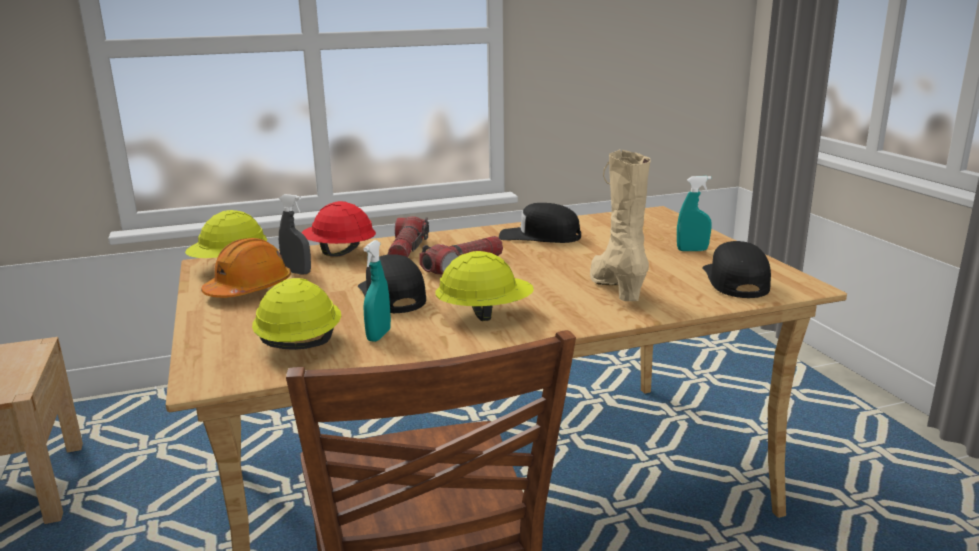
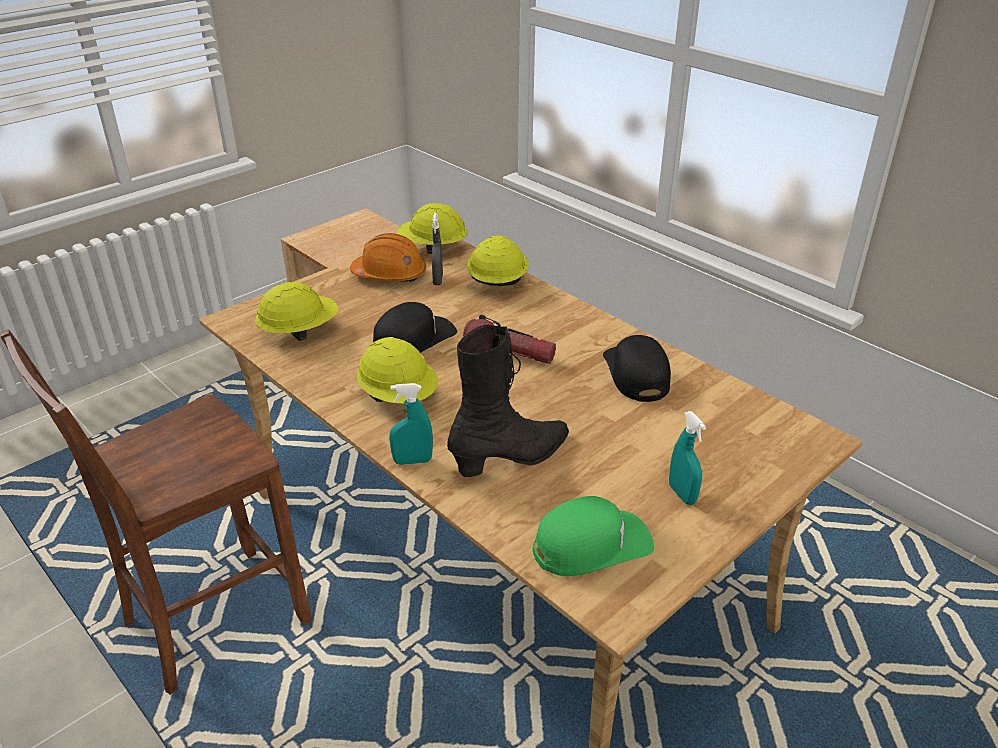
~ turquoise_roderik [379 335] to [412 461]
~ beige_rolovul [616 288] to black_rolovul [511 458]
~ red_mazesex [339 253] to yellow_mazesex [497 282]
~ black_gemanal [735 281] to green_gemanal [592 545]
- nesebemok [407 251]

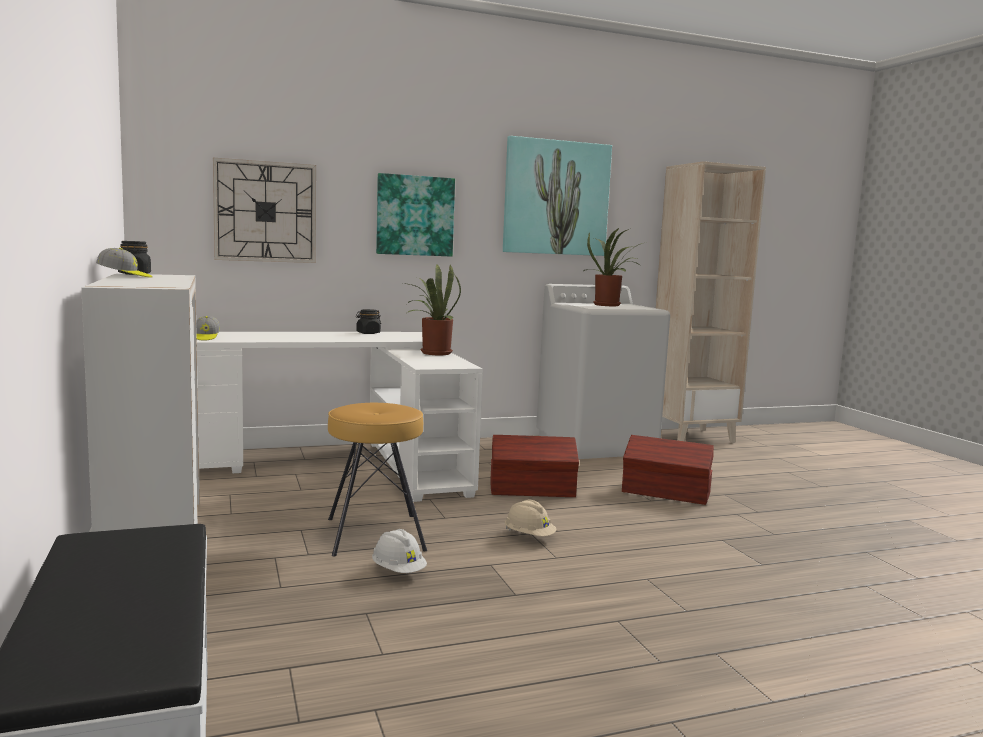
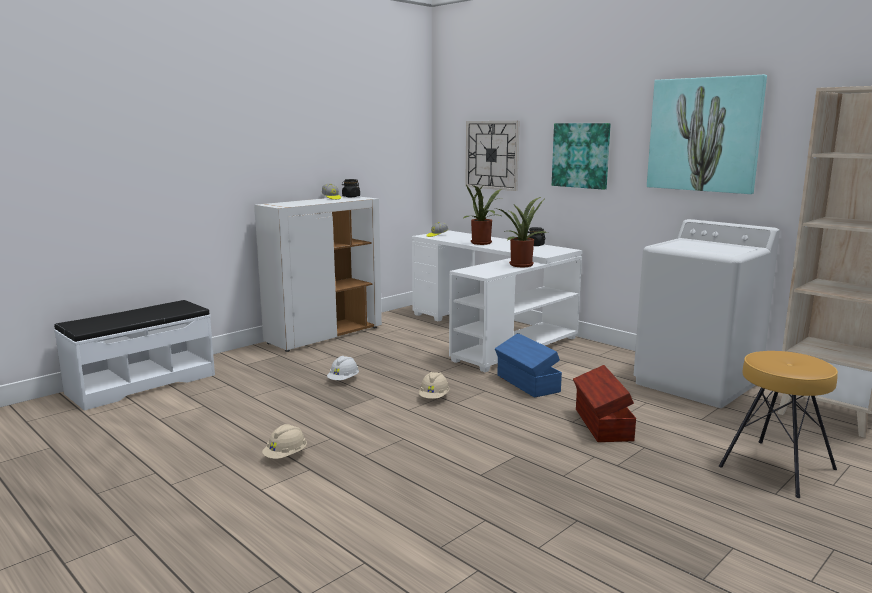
+ beige_mazesex [286 456]
~ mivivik [609 305] to [483 243]
~ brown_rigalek [533 490] to blue_rigalek [527 384]
~ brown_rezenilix [374 534] to [776 467]

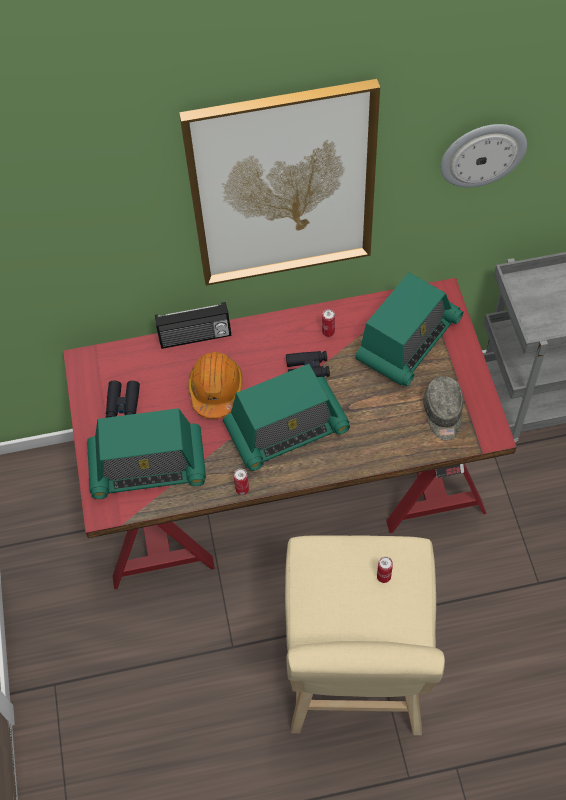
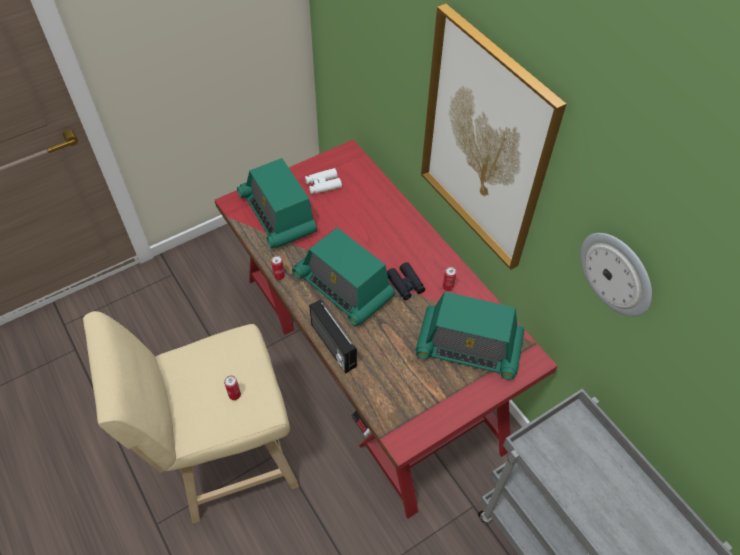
~ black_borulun [123 404] to white_borulun [323 185]
~ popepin [195 338] to [332 346]
- orange_mazesex [216 390]
- grey_gemanal [443 414]

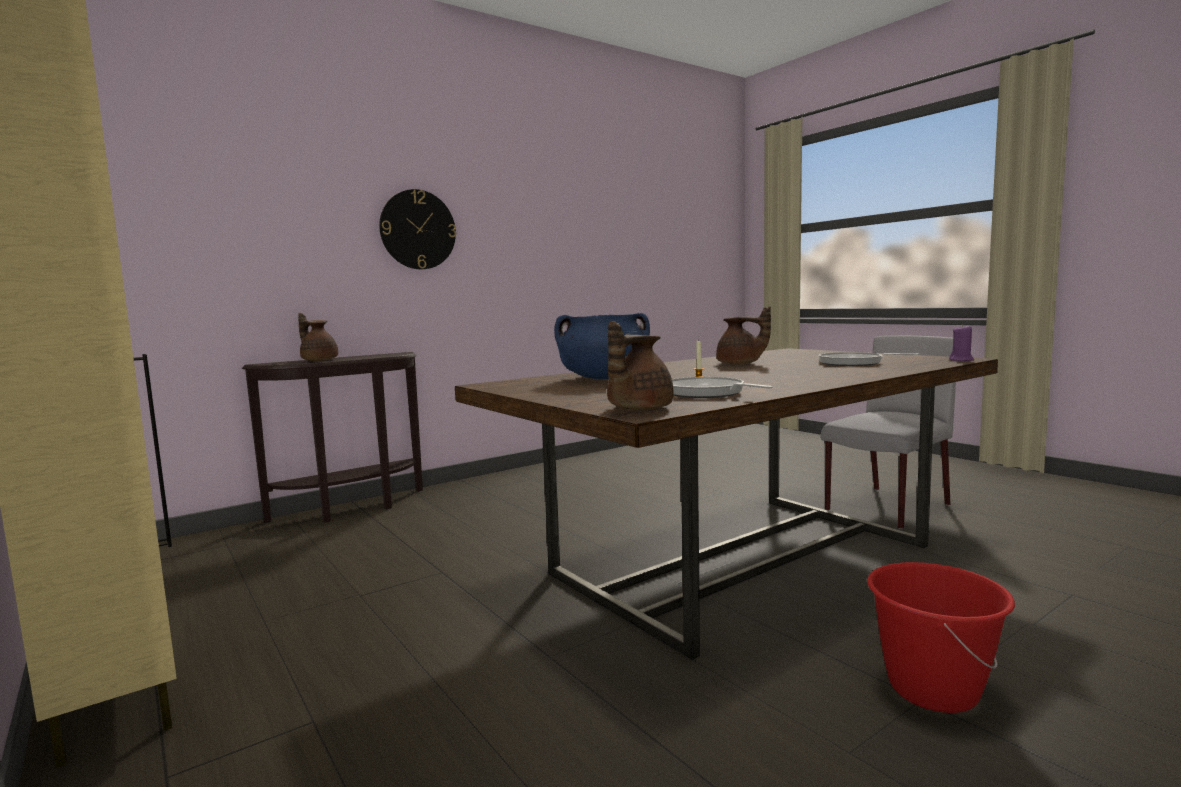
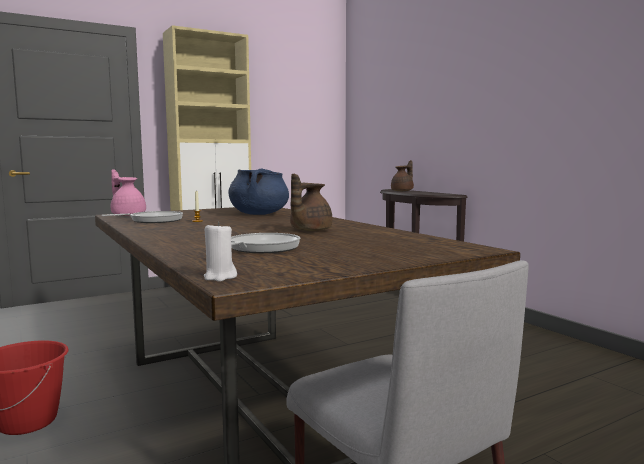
~ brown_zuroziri [637 409] to pink_zuroziri [128 215]
~ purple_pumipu [961 360] to white_pumipu [220 277]
- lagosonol [418 230]

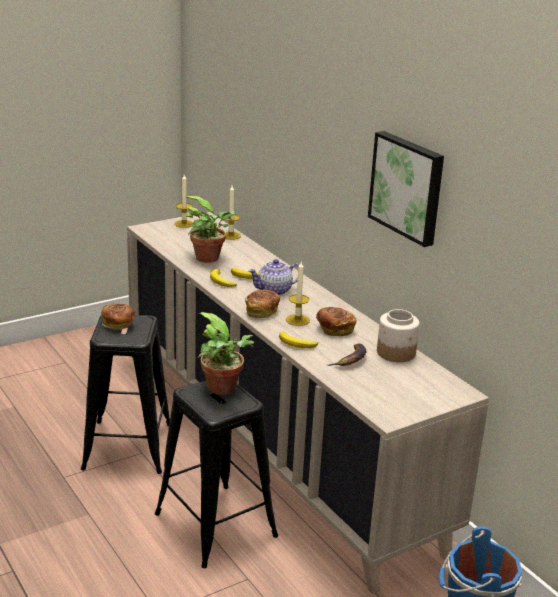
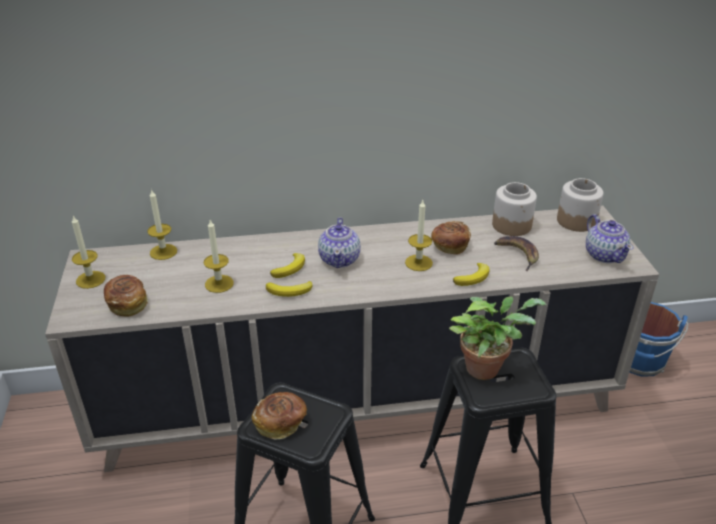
~ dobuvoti [262 312] to [127 304]
~ mivivik [210 258] to pumipu [219 284]
+ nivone [576 221]
+ zuroziri [604 255]
- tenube [408 187]

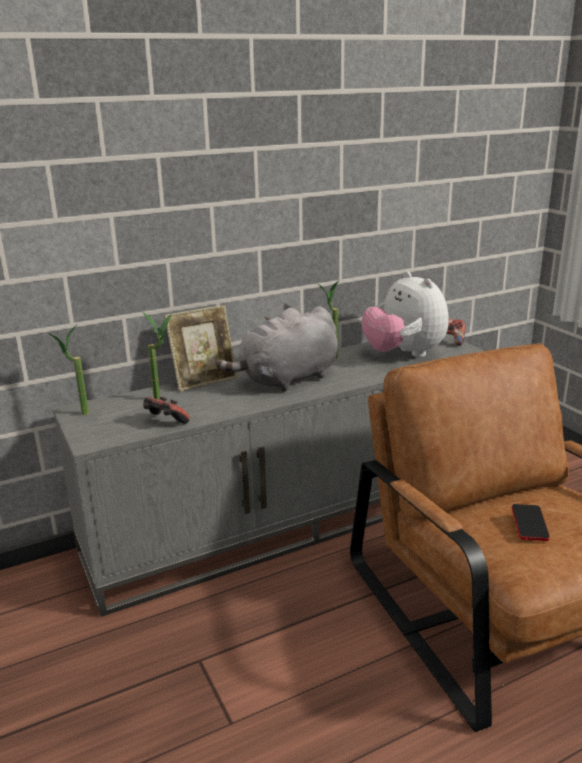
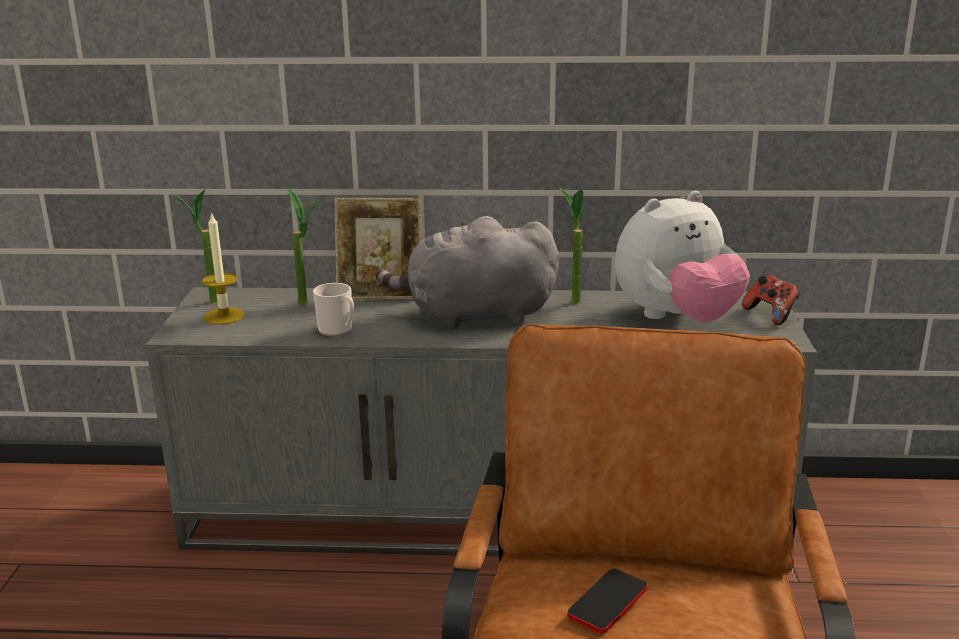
+ pumipu [224 316]
+ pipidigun [338 330]
~ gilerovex [403 354] = [677 319] 120 degrees counterclockwise
- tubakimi [165 422]

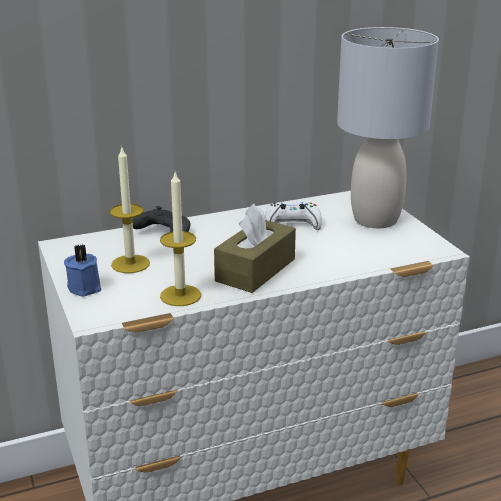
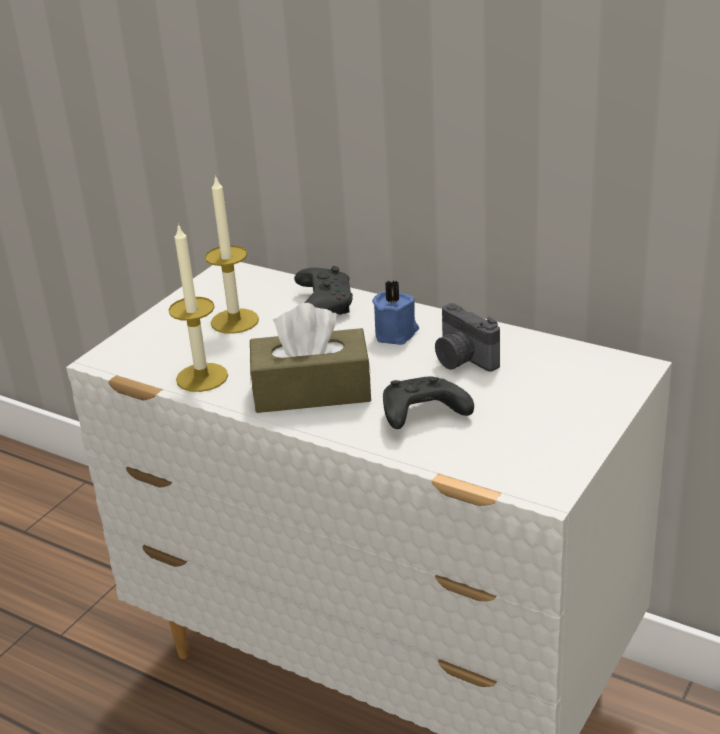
~ blue_pumipu [85 287] to [397 333]
+ black_tubakimi [421 415]
~ white_tubakimi [292 224] to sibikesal [462 360]
- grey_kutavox [376 220]

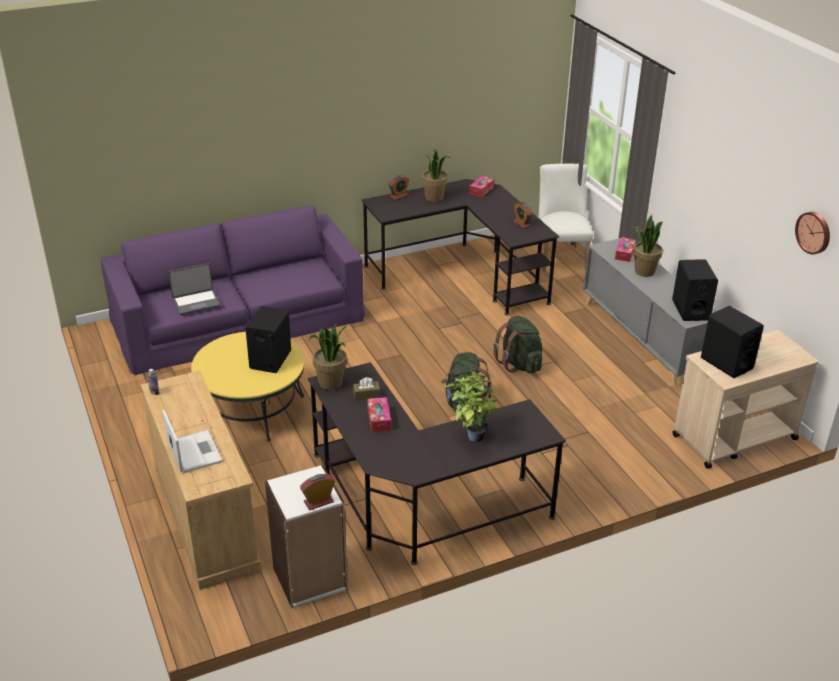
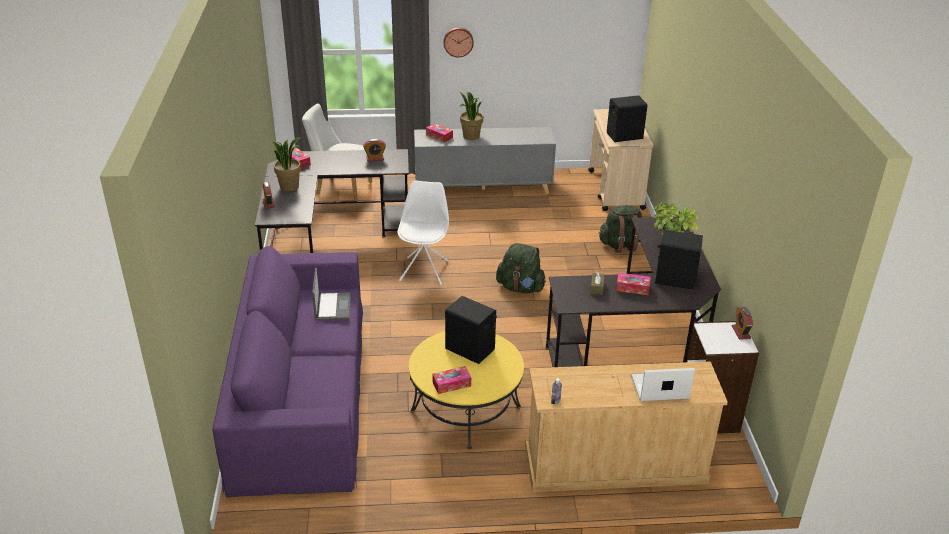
~ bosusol [196 302] to [332 307]
+ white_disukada [424 270]
+ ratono [451 384]
~ lagosonol [814 232] to [458 41]
~ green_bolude [519 364] to [621 245]
~ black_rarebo [690 310] to [675 279]
- mivivik [331 383]

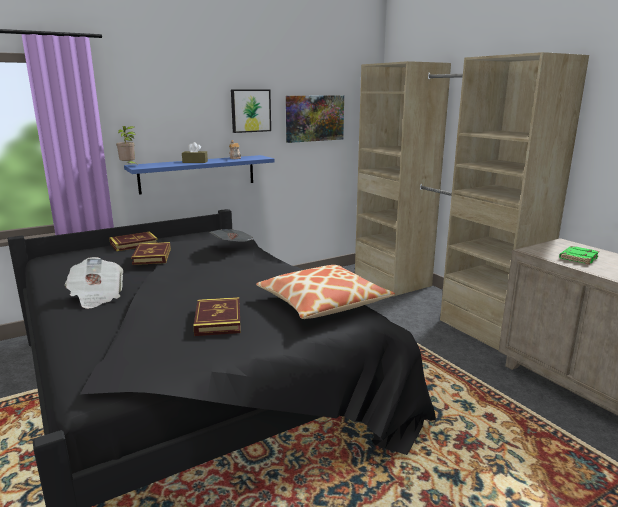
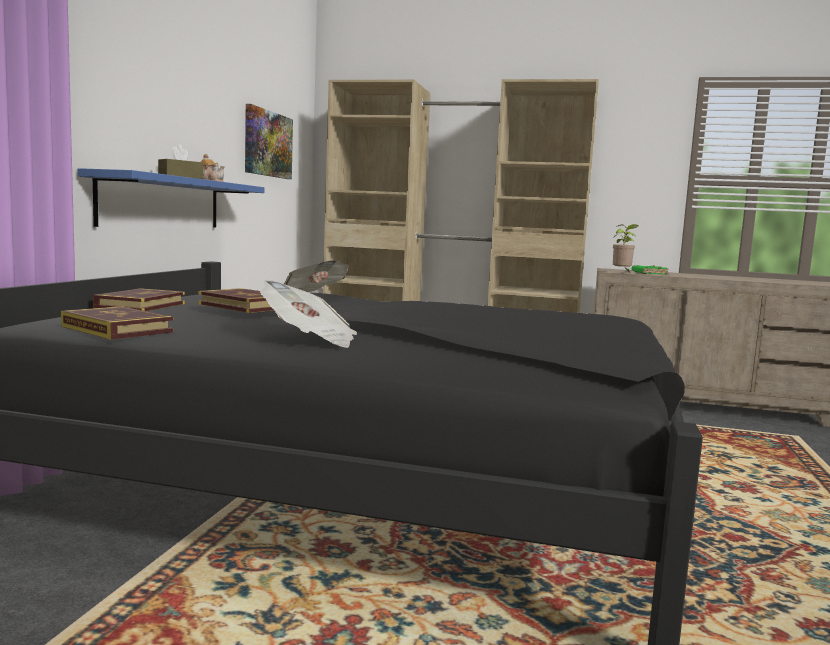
~ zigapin [218 320] to [117 329]
~ mivivik [129 166] to [622 273]
- tenube [250 110]
- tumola [323 303]

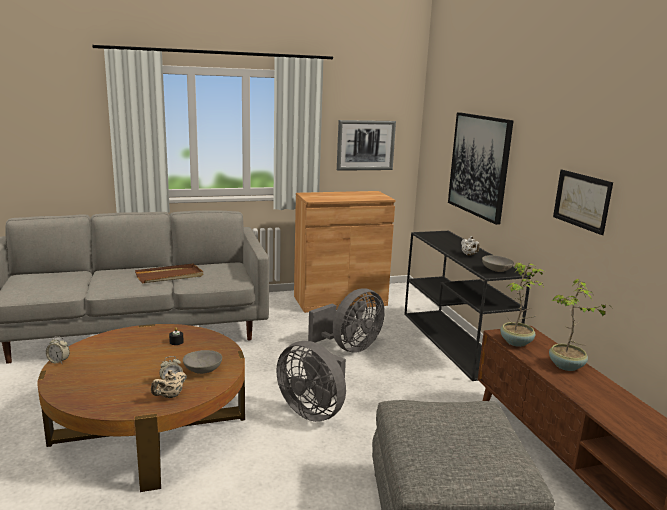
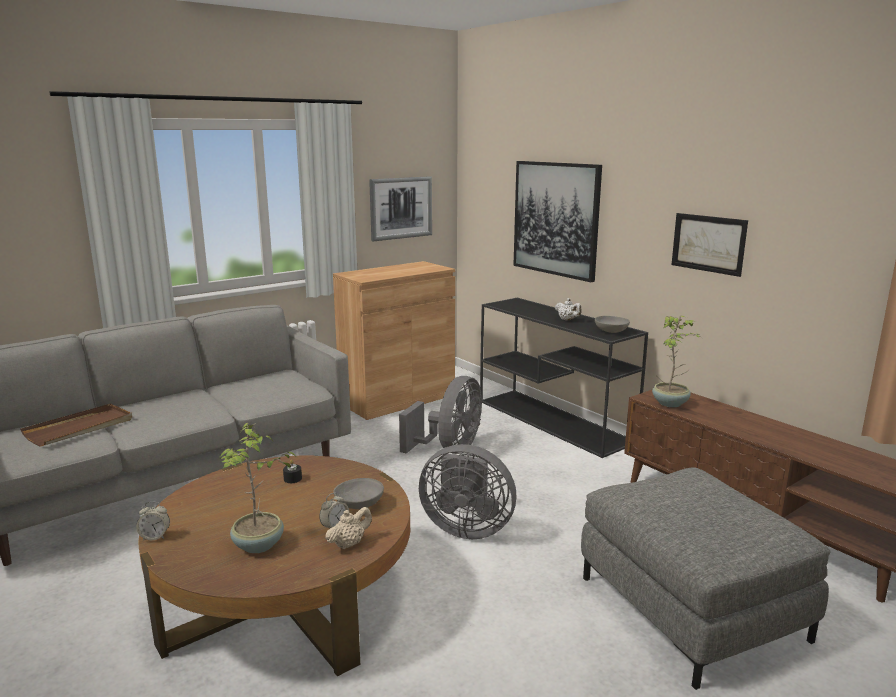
~ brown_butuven [170 276] to [80 428]
~ mivivik [566 366] to [258 545]
~ beige_zuroziri [170 396] = [349 544] 150 degrees counterclockwise

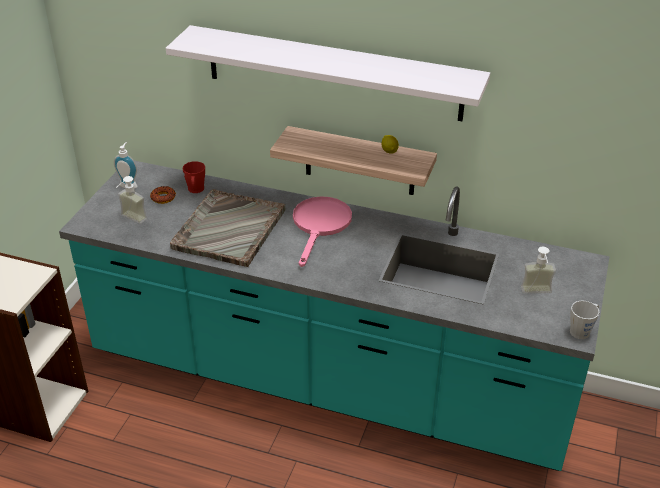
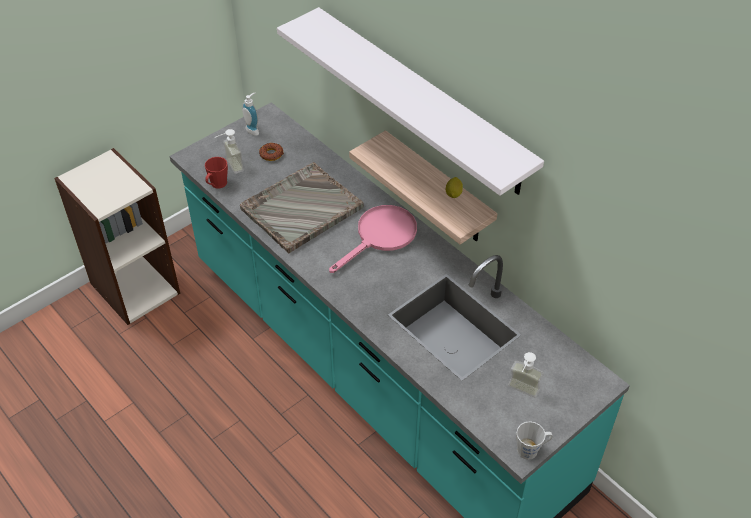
~ red_pipidigun [195 190] to [217 185]

